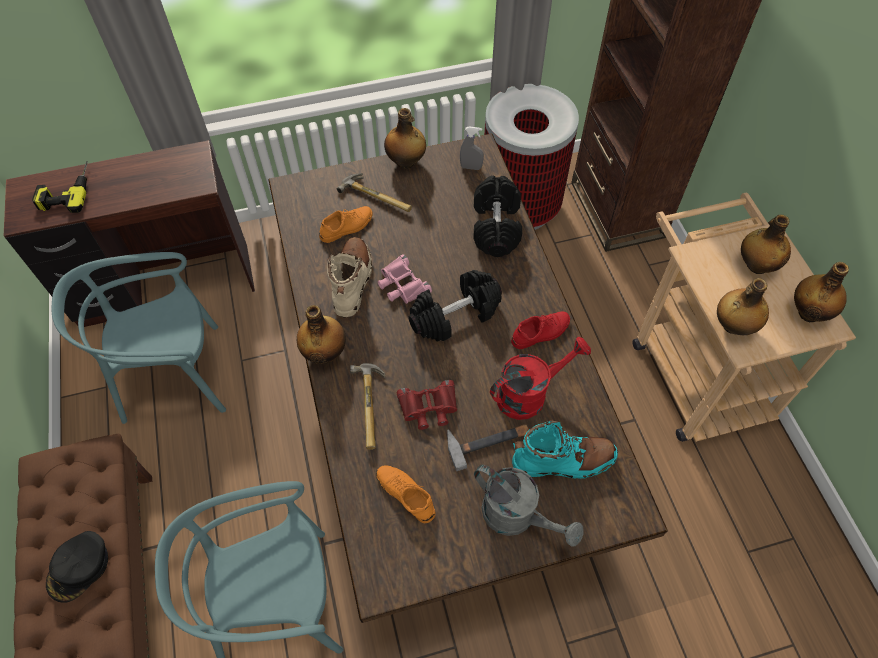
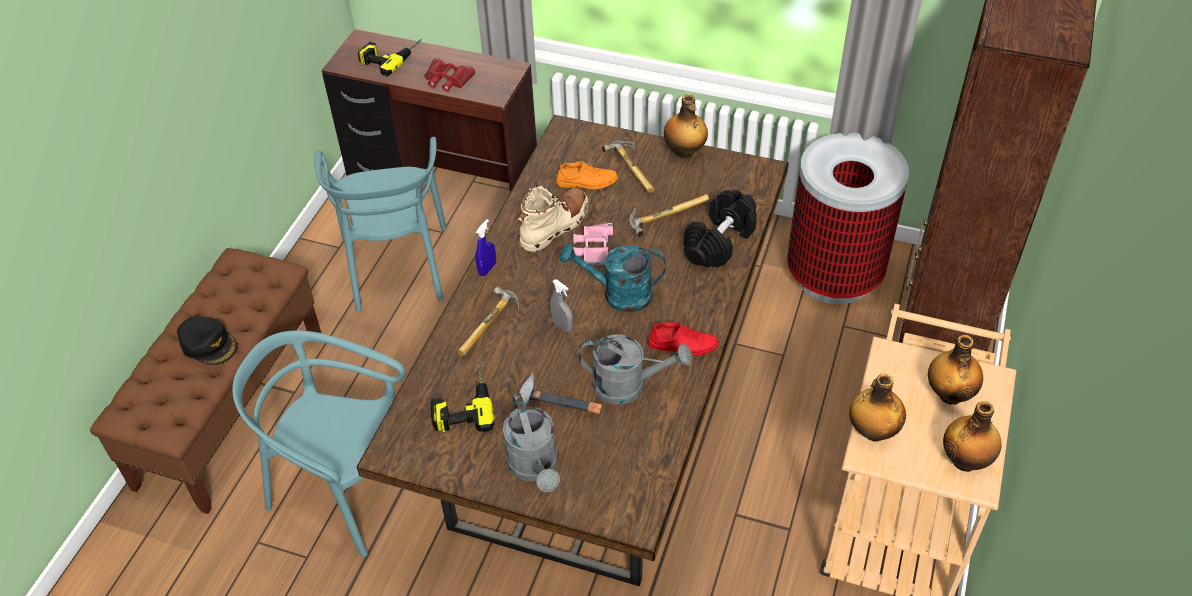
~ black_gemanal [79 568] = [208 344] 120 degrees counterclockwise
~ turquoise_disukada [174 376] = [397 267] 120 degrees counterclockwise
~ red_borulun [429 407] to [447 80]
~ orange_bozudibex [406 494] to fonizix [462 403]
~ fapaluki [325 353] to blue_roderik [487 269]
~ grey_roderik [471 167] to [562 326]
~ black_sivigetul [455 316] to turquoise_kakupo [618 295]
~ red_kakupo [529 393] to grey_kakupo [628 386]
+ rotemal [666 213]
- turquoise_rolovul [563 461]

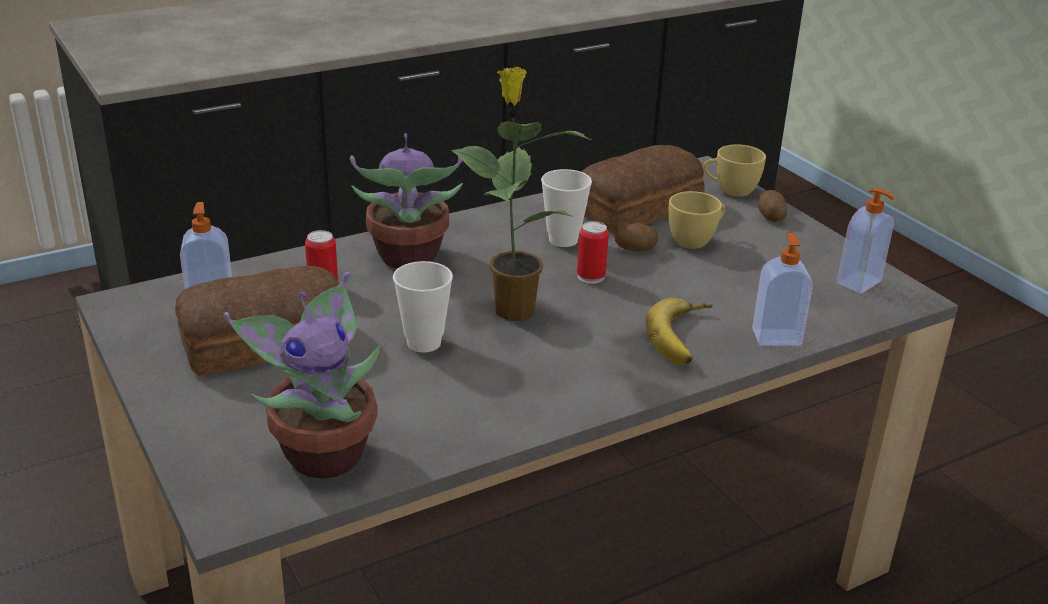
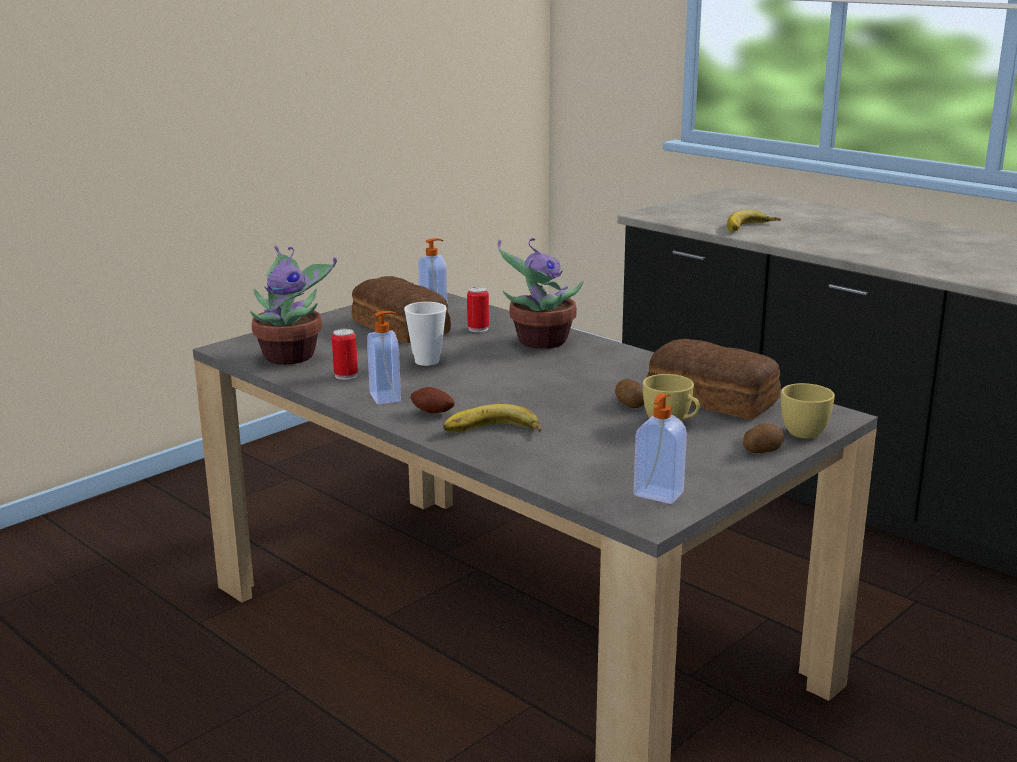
~ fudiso [591 277] to [346 375]
~ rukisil [776 336] to [386 397]
+ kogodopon [432 413]
+ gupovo [751 228]
- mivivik [512 309]
- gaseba [563 240]

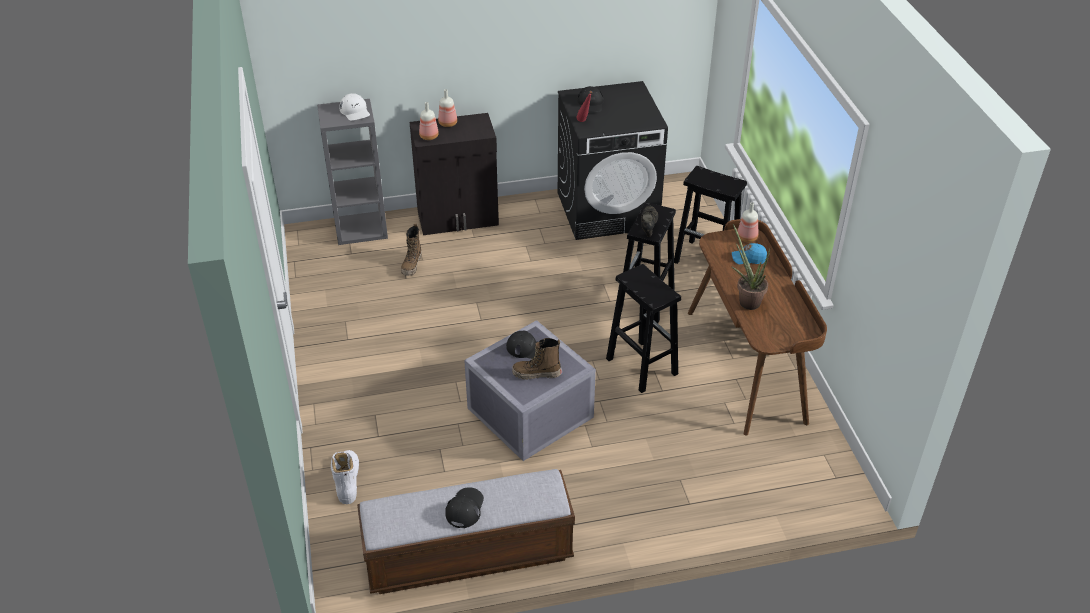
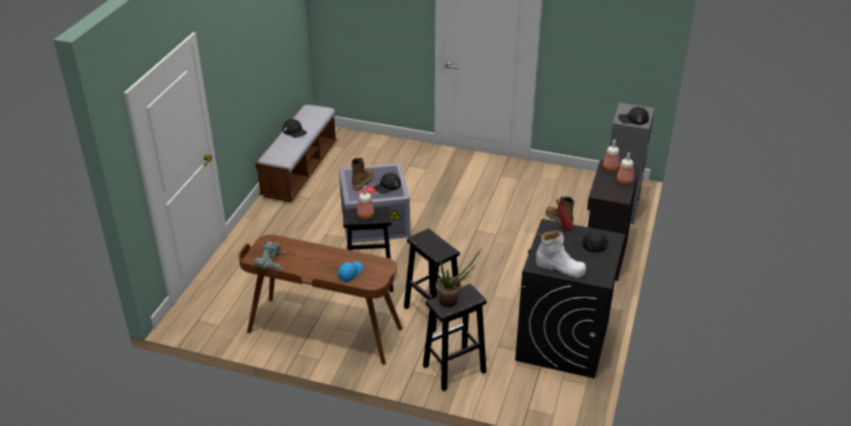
+ fonizix [272 263]
~ fapaluki [747 237] to [365 216]
~ mivivik [746 300] to [452 301]
~ white_rolovul [347 480] to [560 268]
~ white_gemanal [355 111] to black_gemanal [633 119]
- black_bozudibex [648 226]

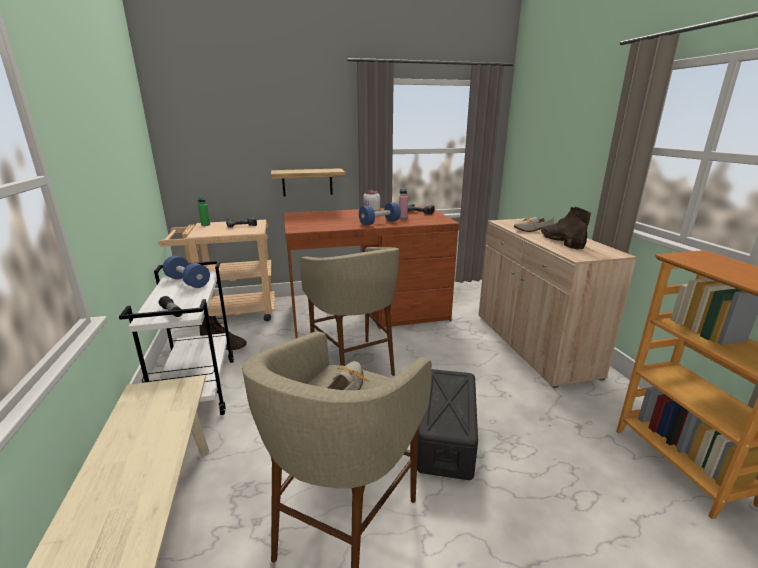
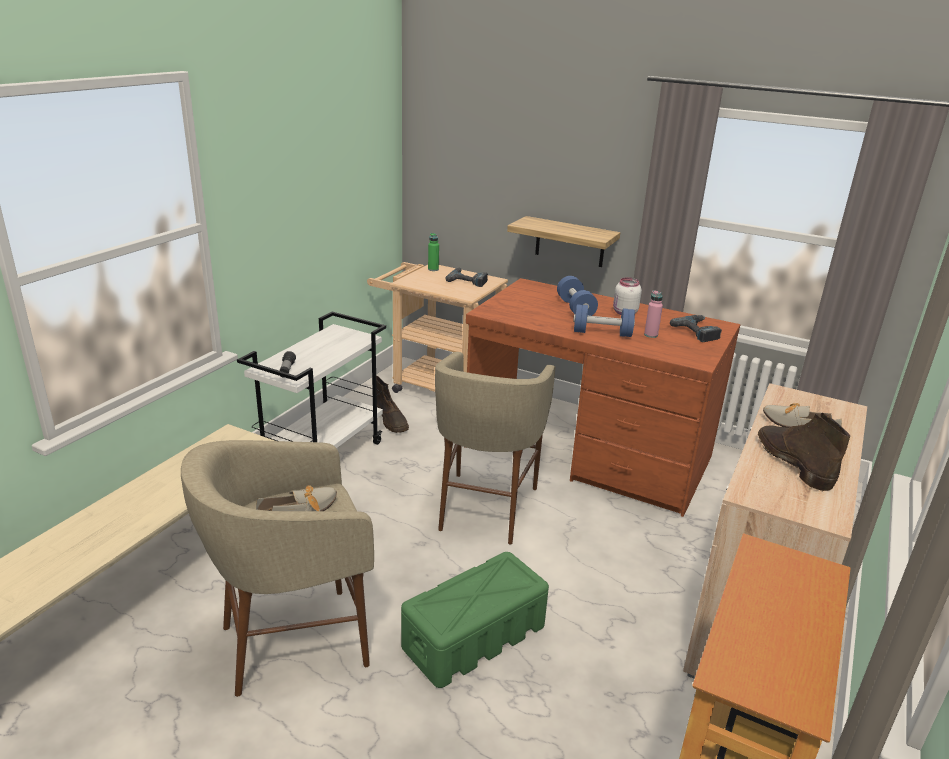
~ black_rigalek [446 437] to green_rigalek [473 637]
~ blue_sivigetul [188 282] to [575 308]
~ brown_rolovul [561 241] = [793 462] 45 degrees counterclockwise

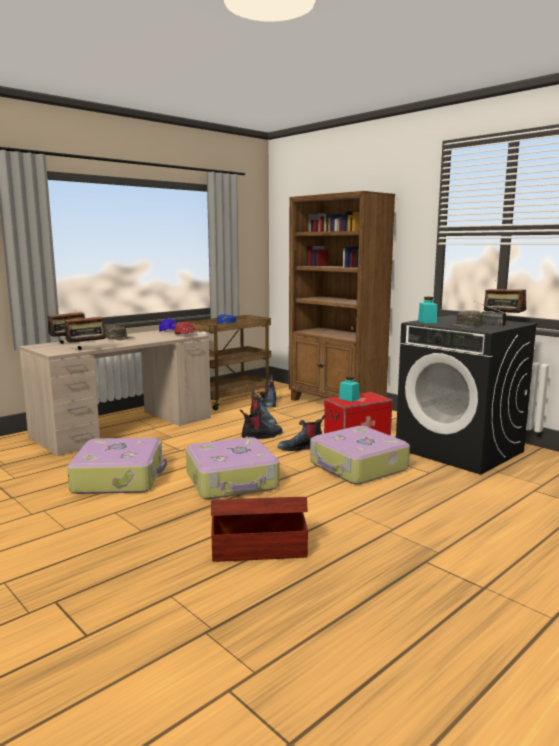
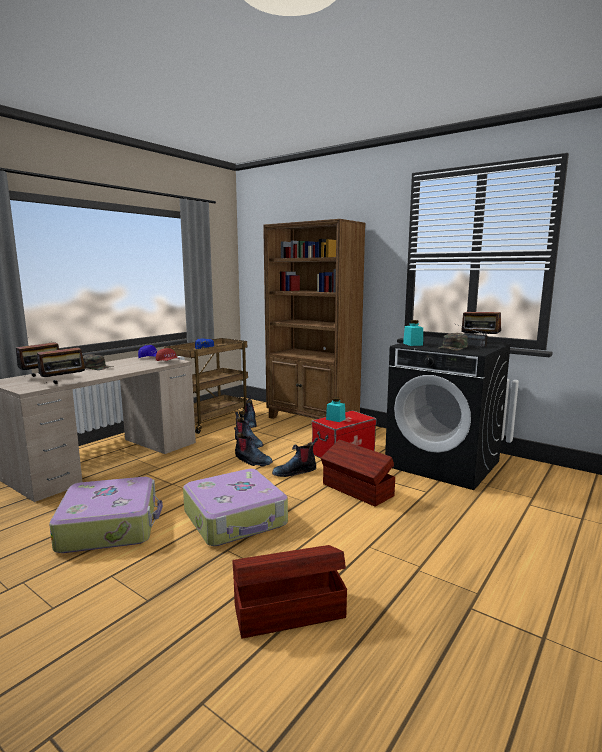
~ rolovul [261 436] = [252 461] 75 degrees clockwise
~ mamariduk [358 467] to brown_rigalek [357 490]

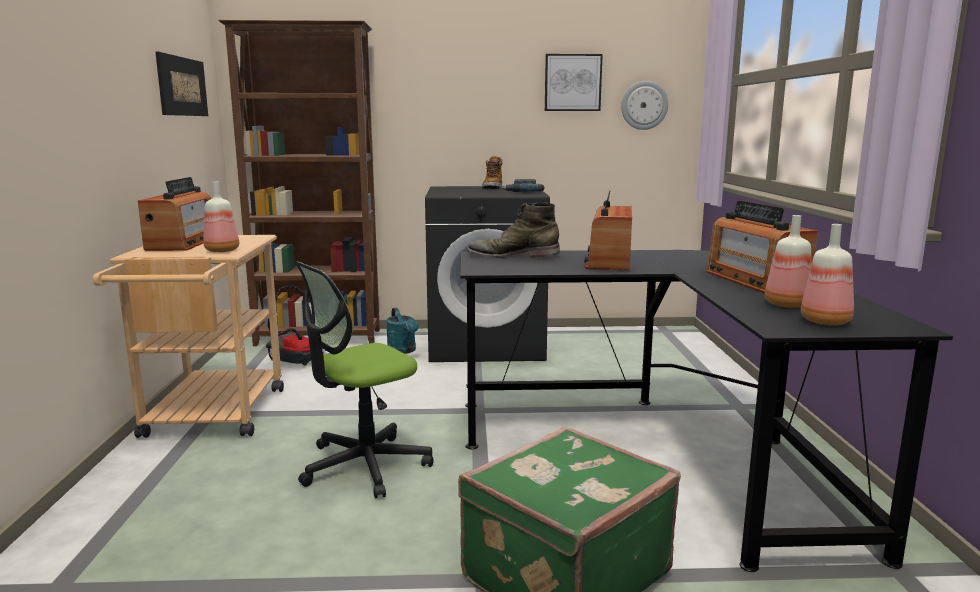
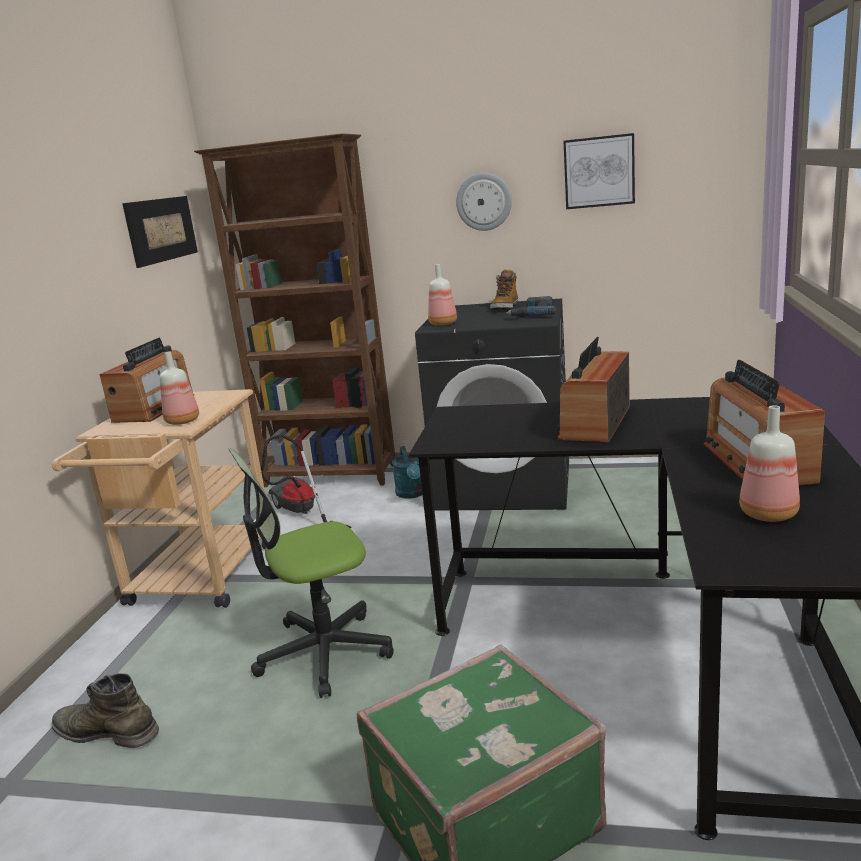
~ green_rolovul [513 255] to [106 732]
~ fapaluki [827 321] to [444 323]
~ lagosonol [644 105] to [484 201]

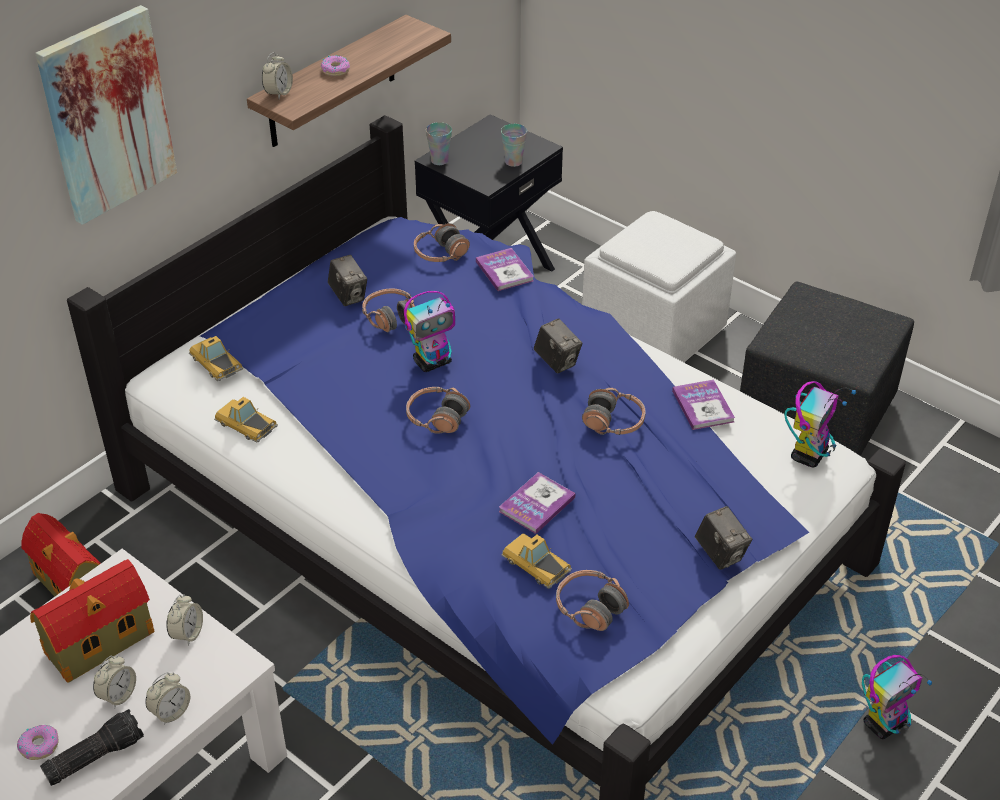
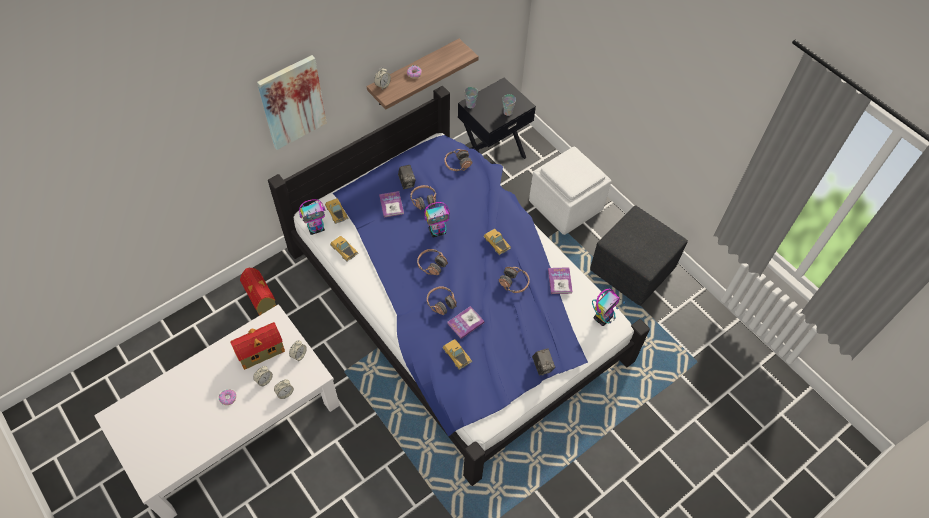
~ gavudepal [884 723] to [316 228]
~ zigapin [504 271] to [391 205]
~ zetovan [590 607] to [441 303]
~ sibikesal [557 361] to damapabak [496 242]
- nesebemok [95 755]

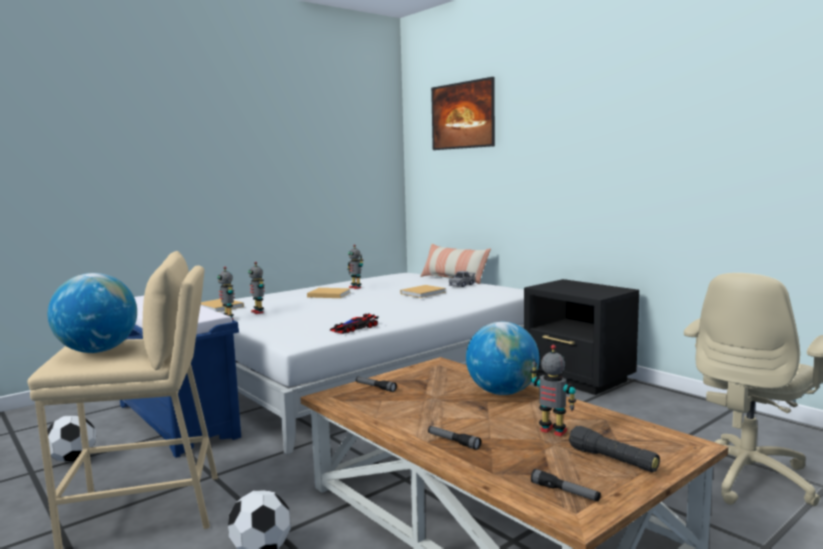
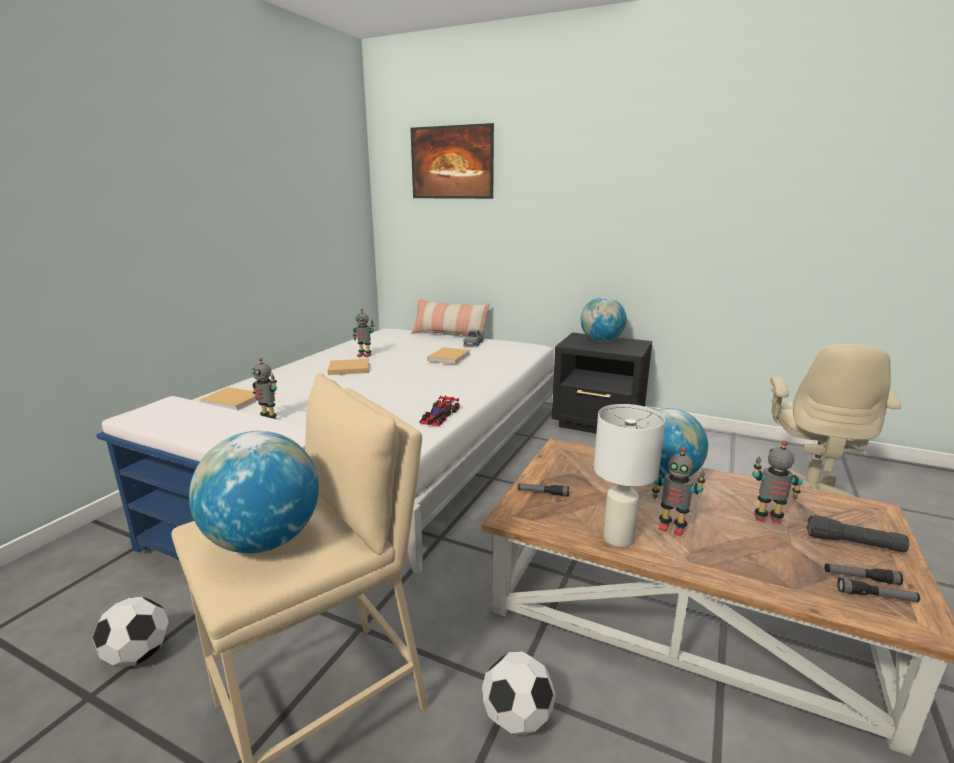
+ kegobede [601 341]
+ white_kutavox [618 537]
~ gavudepal [258 312] to [671 528]
~ nesebemok [453 442] to [860 578]

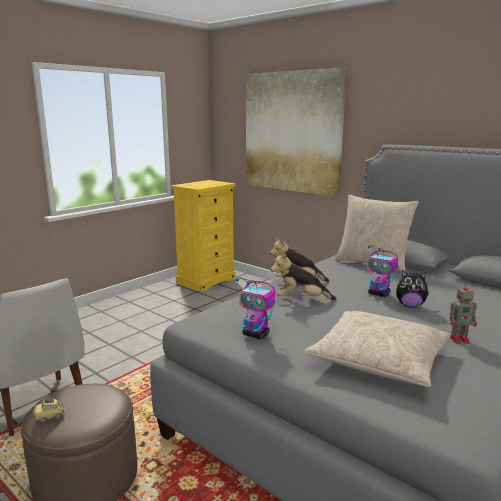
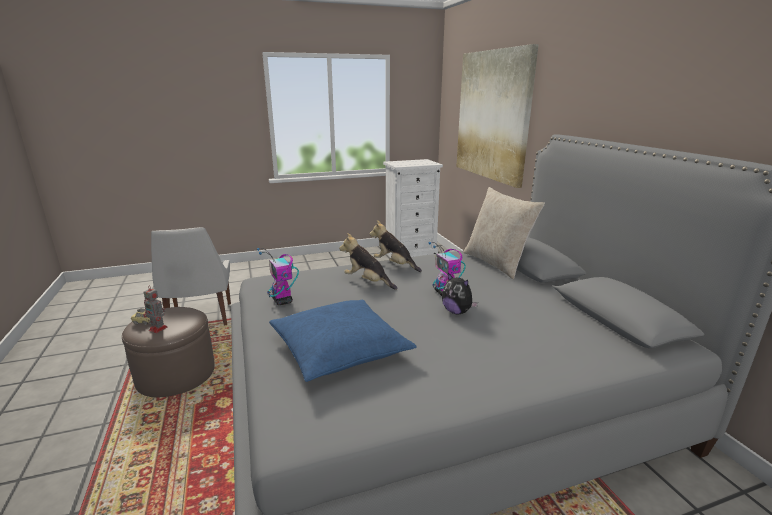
~ gavudepal [459 339] to [159 329]
~ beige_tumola [378 359] to blue_tumola [339 349]
~ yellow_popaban [206 280] to white_popaban [410 253]

